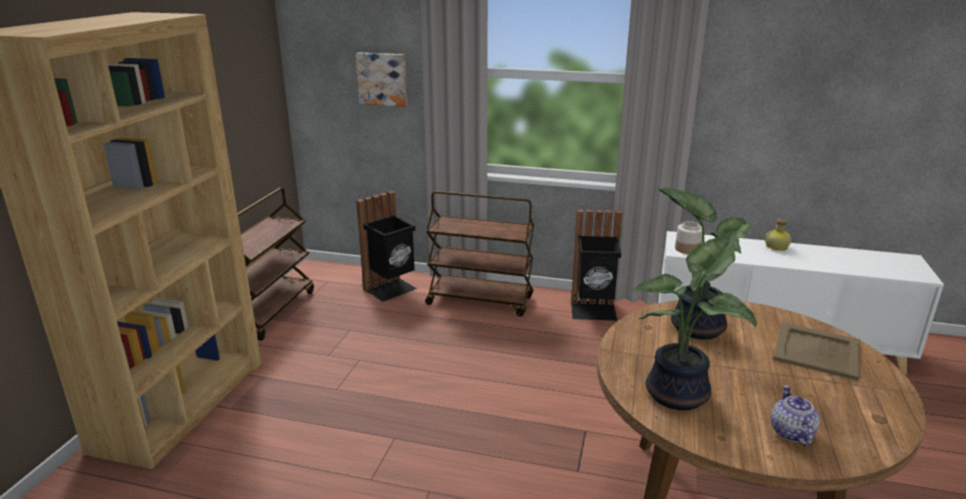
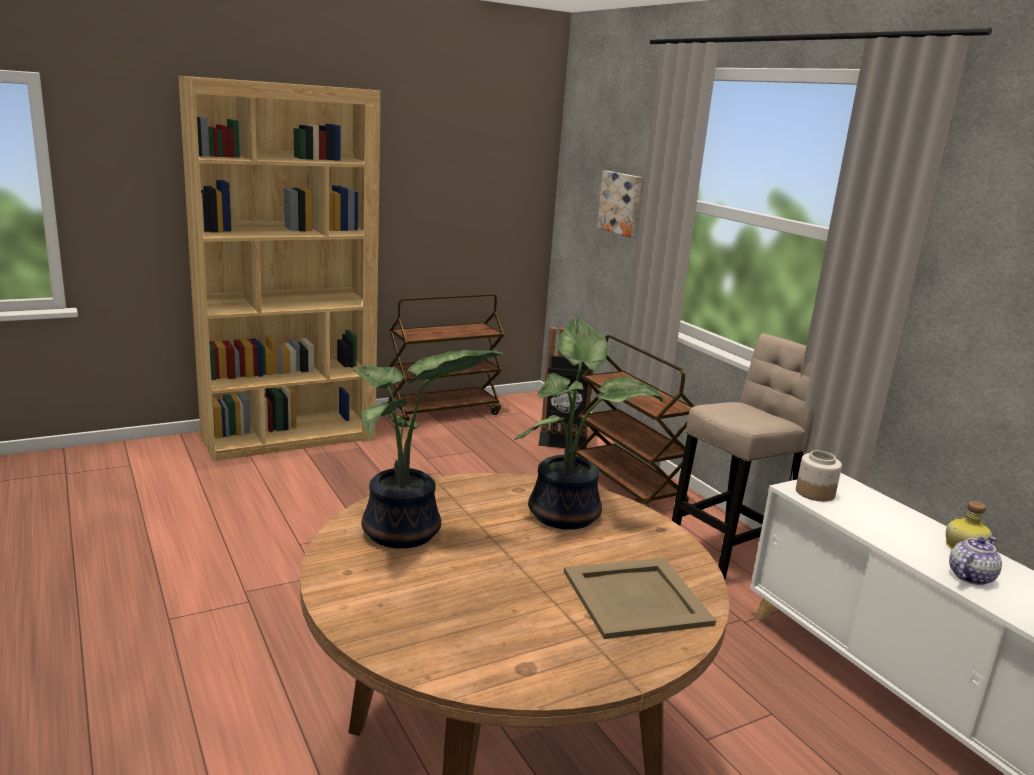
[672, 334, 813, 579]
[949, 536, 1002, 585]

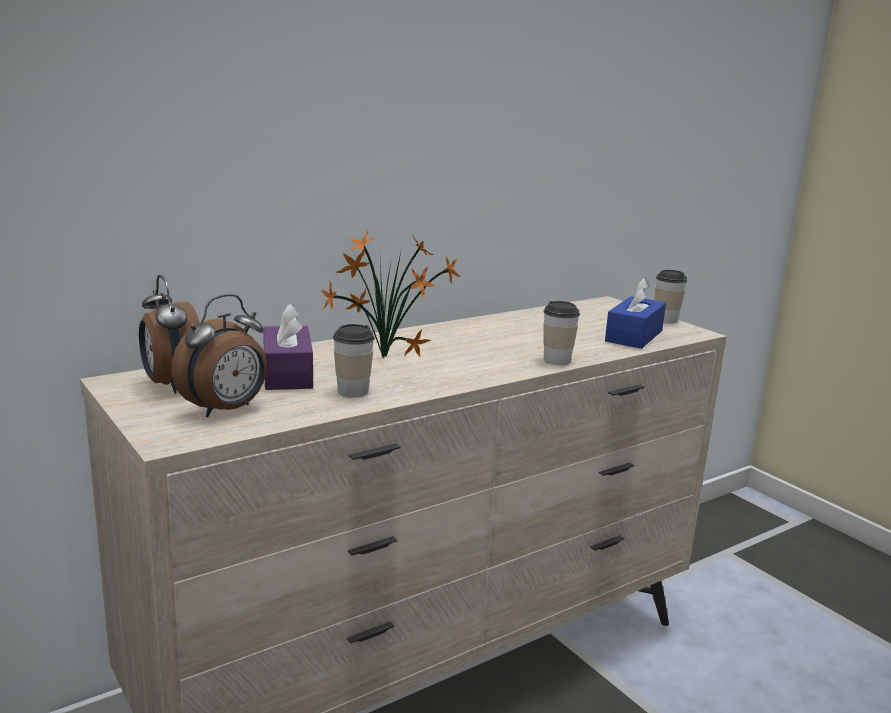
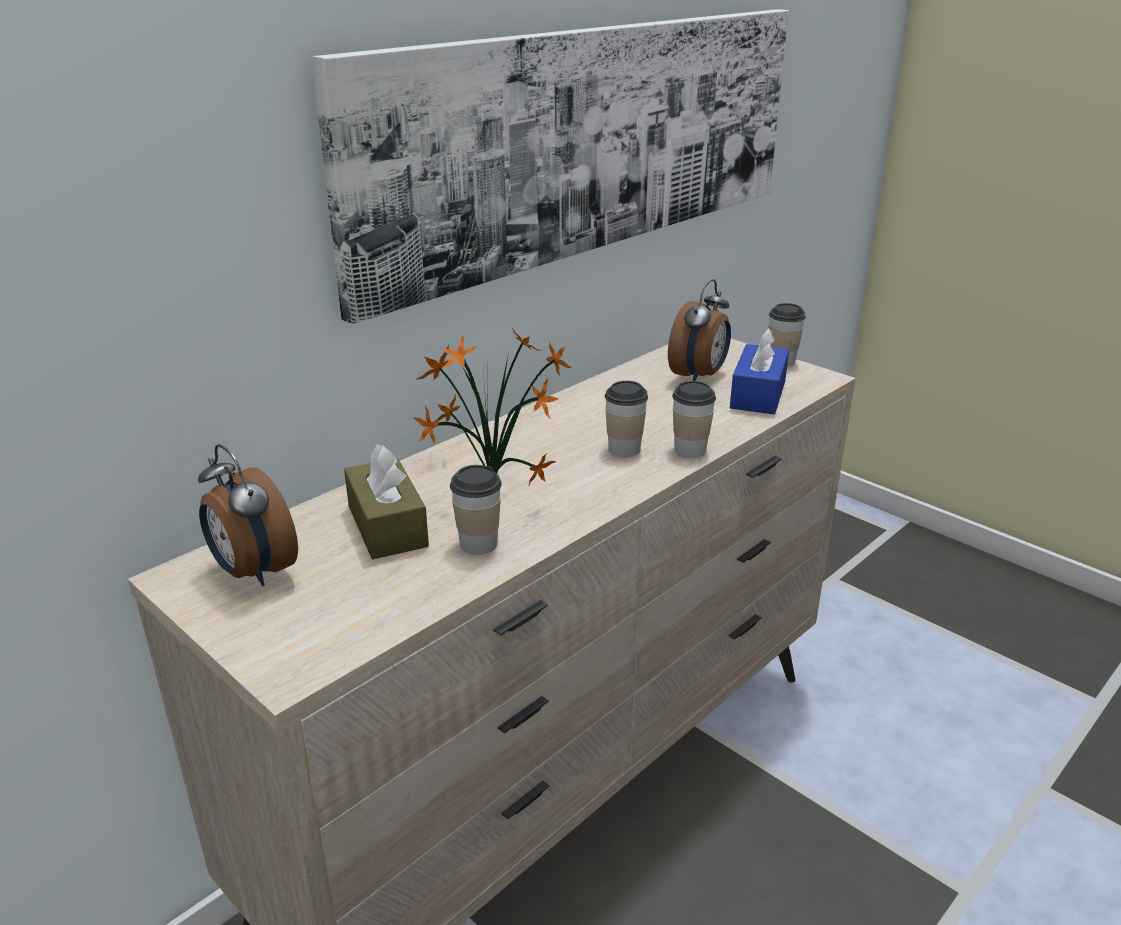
[668, 279, 731, 381]
[344, 444, 429, 559]
[311, 9, 789, 324]
[605, 381, 648, 457]

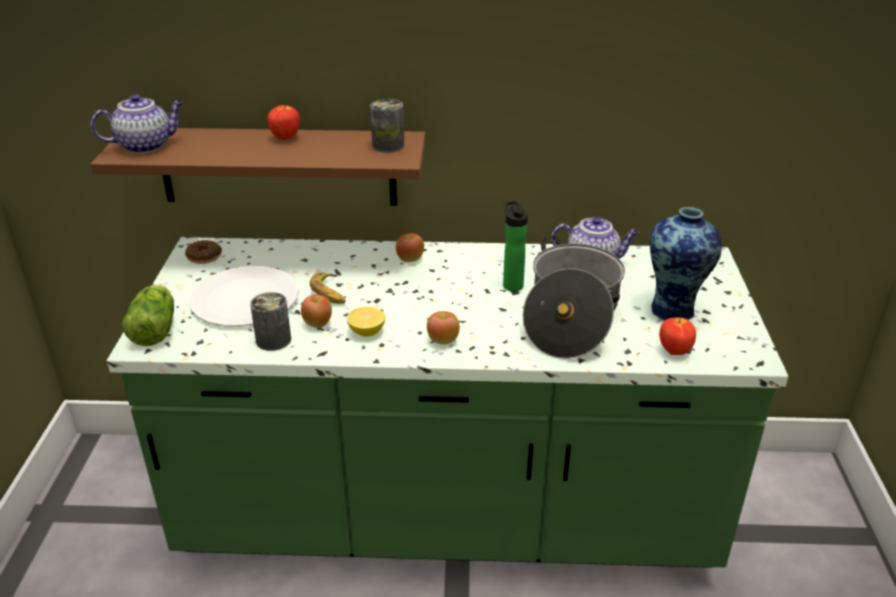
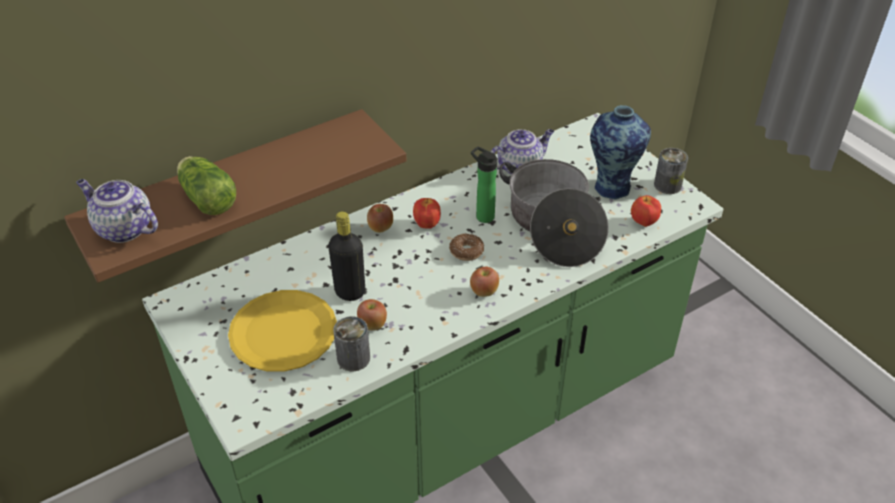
[76, 179, 158, 243]
[654, 148, 688, 194]
[413, 198, 441, 229]
[449, 233, 484, 261]
[228, 290, 337, 372]
[328, 211, 365, 301]
[177, 156, 236, 215]
[347, 307, 386, 337] (first image)

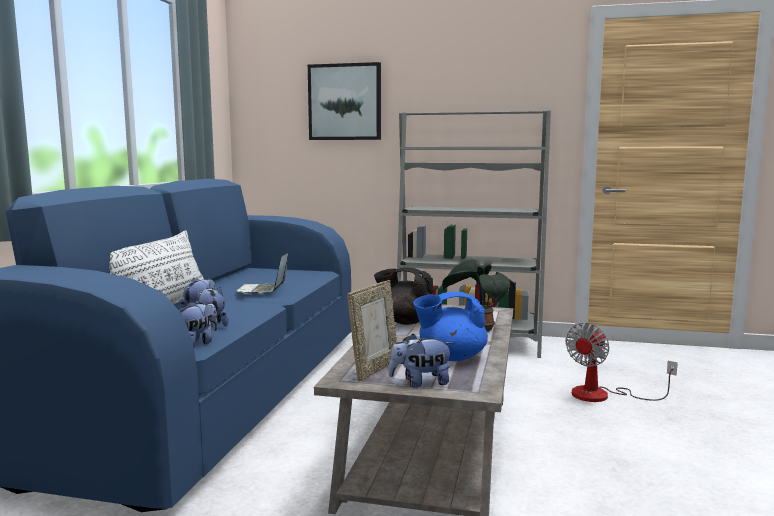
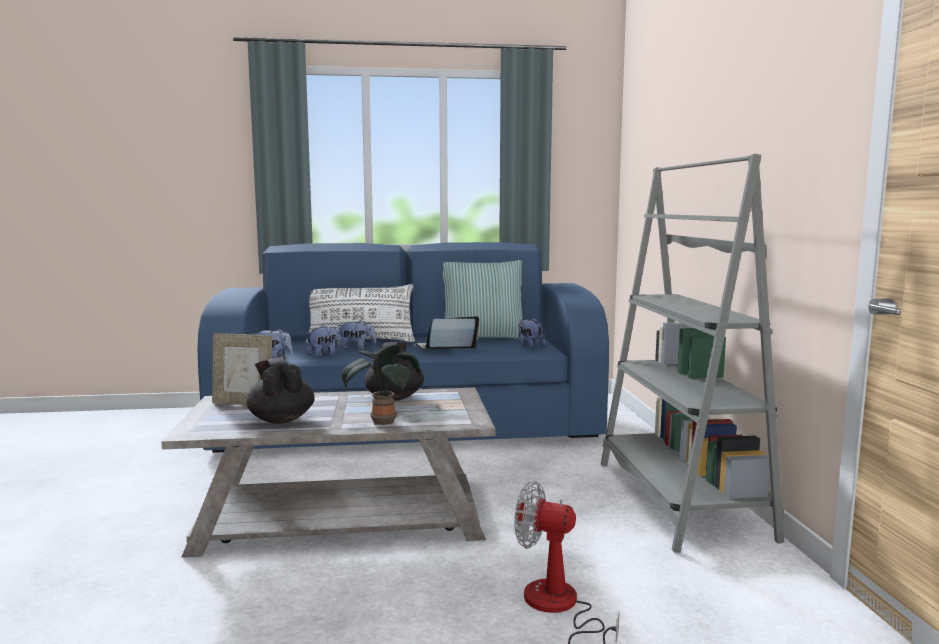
[308, 62, 381, 140] (first image)
[247, 357, 315, 424]
[518, 318, 546, 348]
[443, 260, 527, 340]

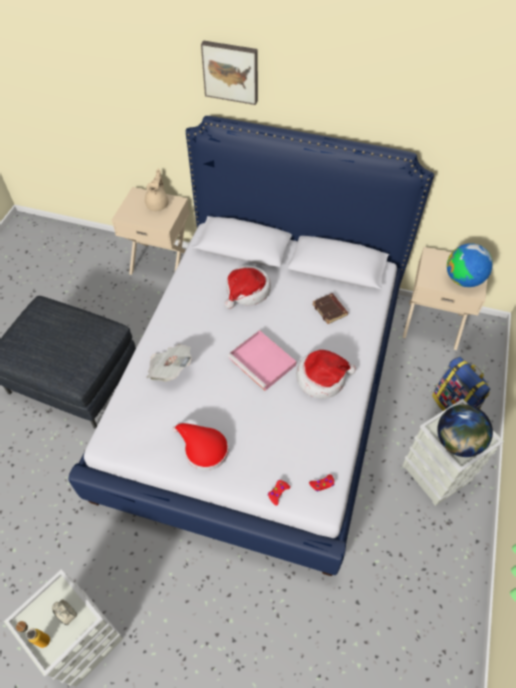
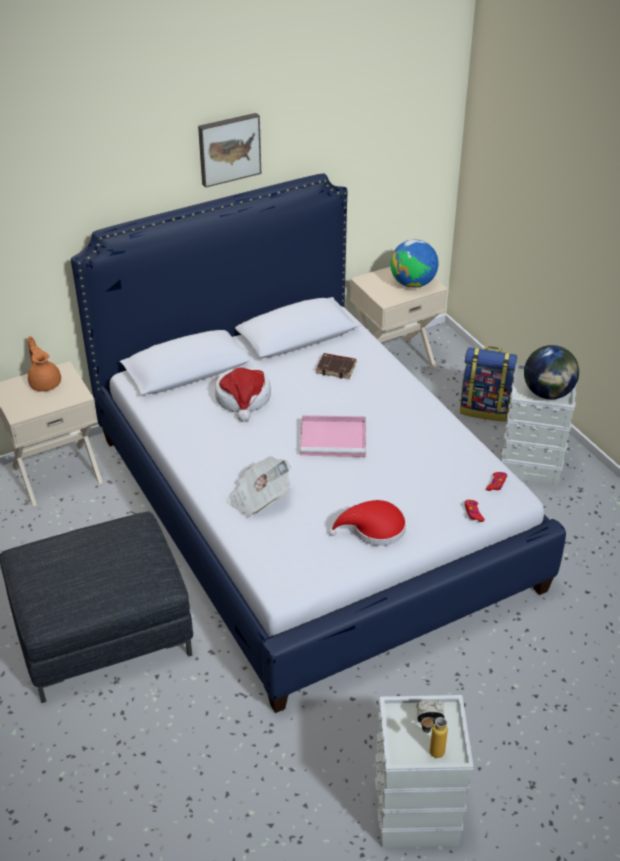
[198, 113, 261, 188]
[28, 336, 61, 392]
[296, 350, 356, 399] (first image)

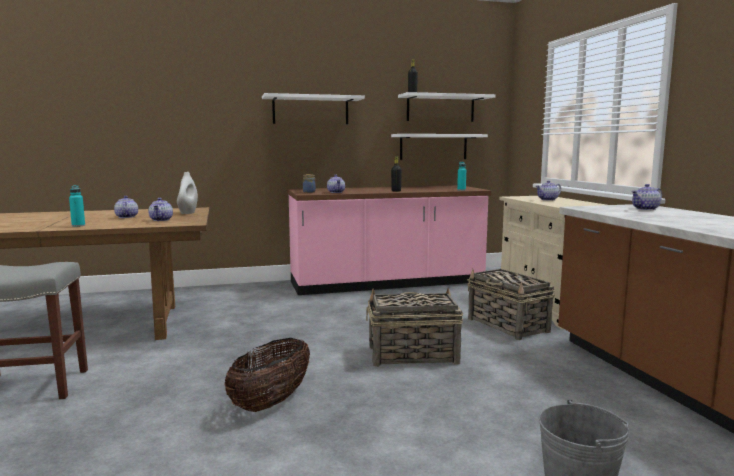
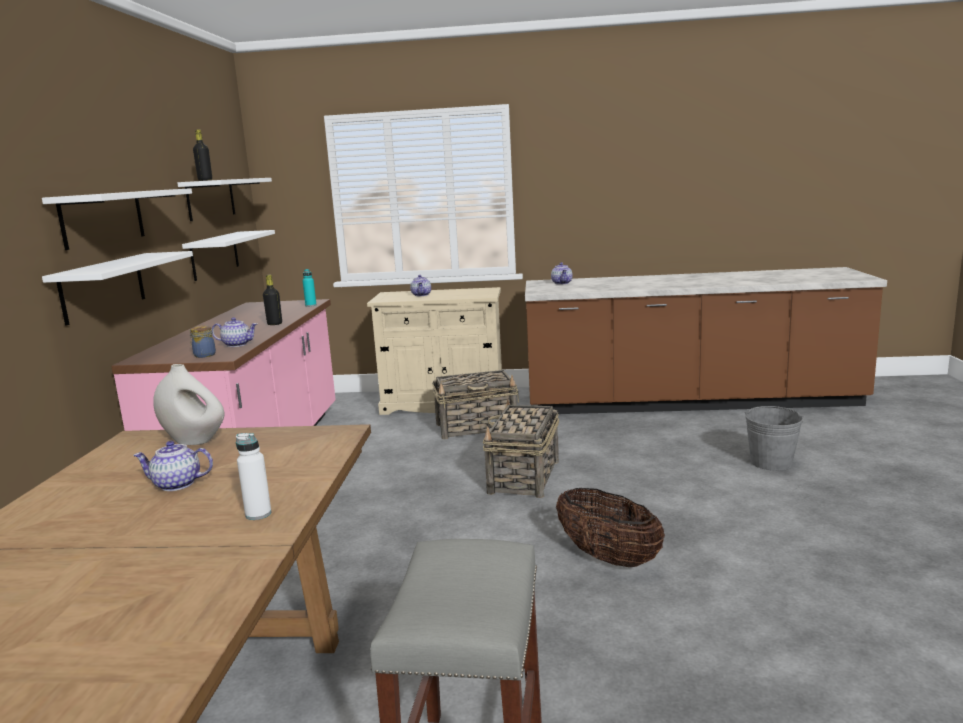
[236, 433, 272, 520]
[148, 198, 173, 221] (first image)
[42, 251, 193, 326]

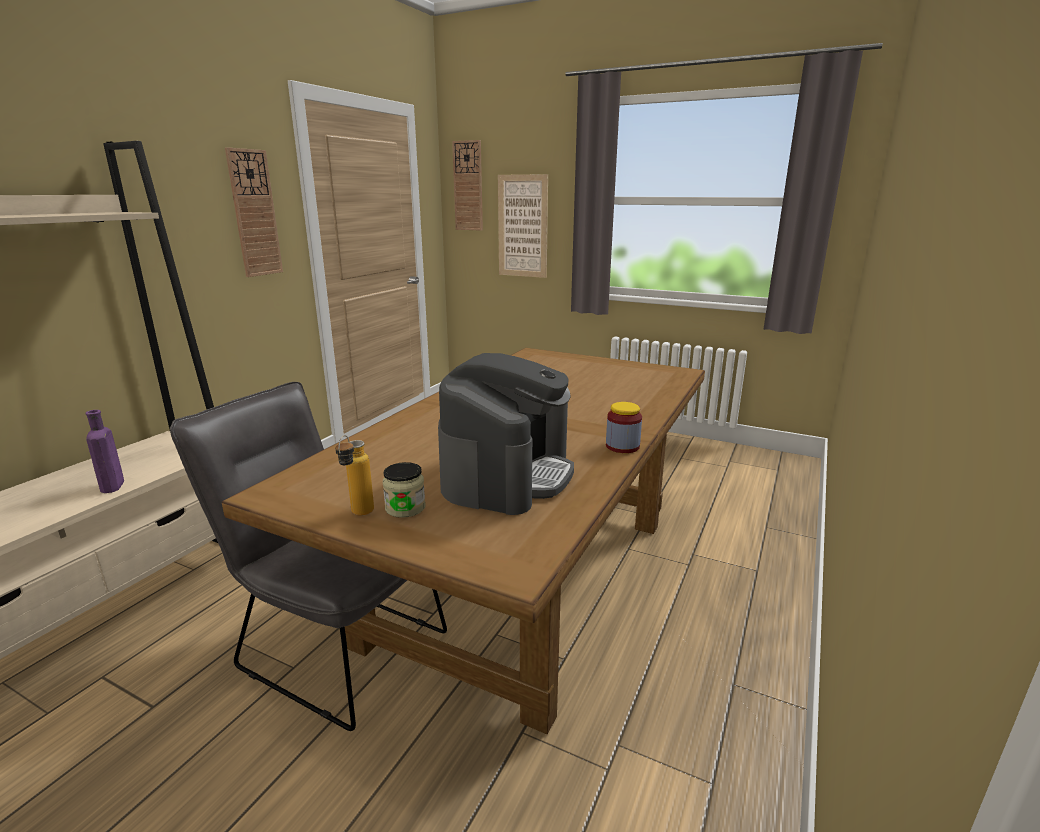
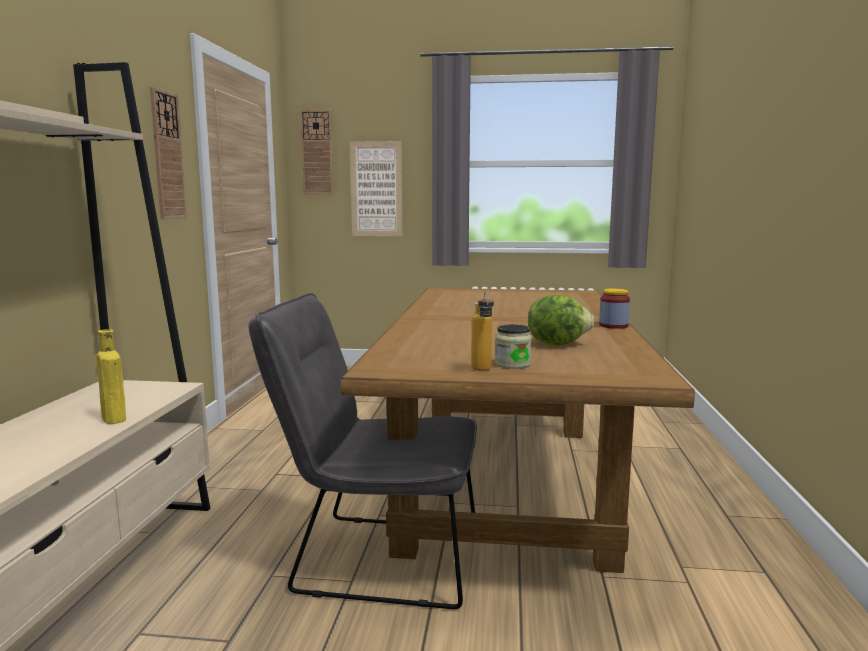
[528, 295, 594, 345]
[96, 329, 126, 424]

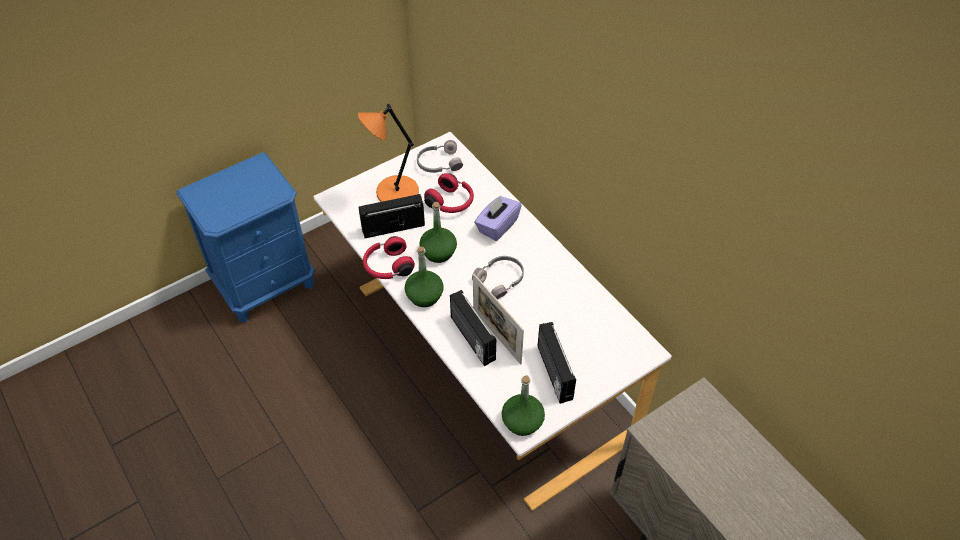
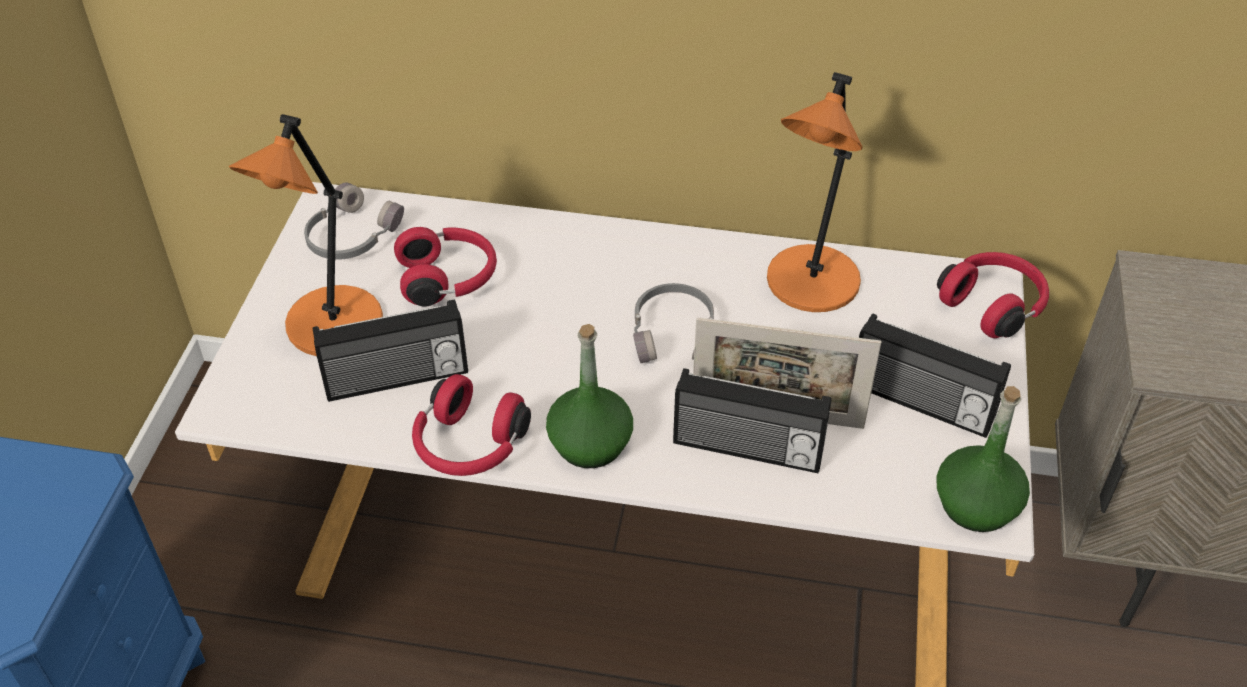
[312, 299, 468, 402]
[474, 195, 522, 241] (first image)
[419, 202, 457, 263] (first image)
[767, 72, 862, 312]
[937, 252, 1049, 338]

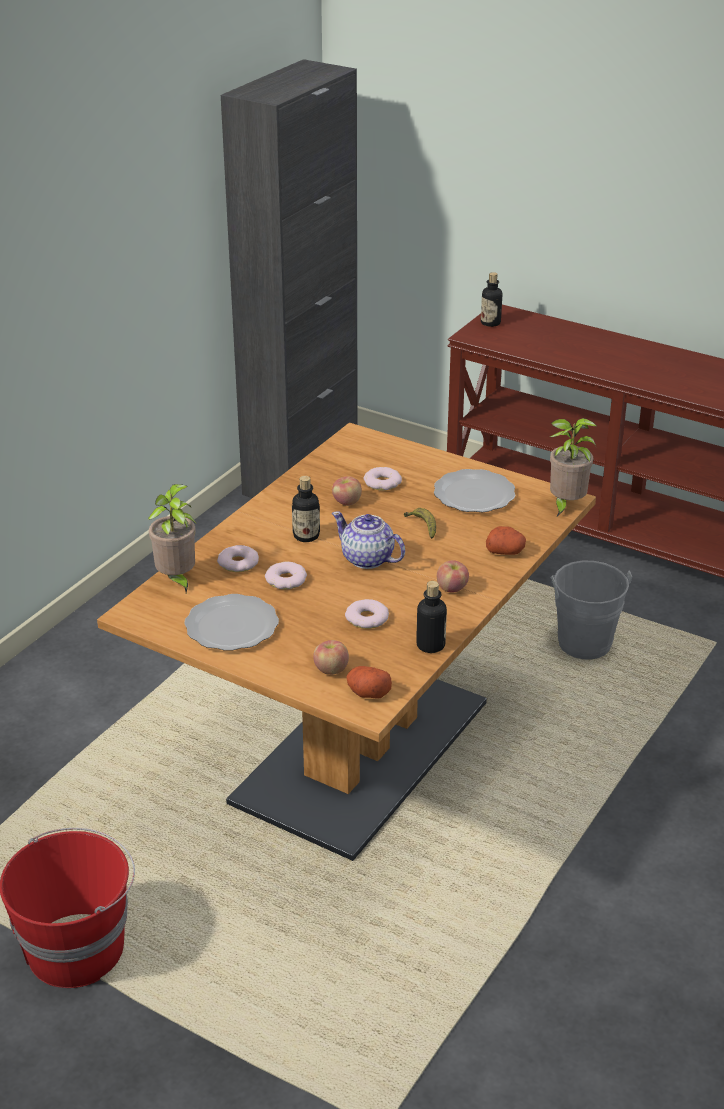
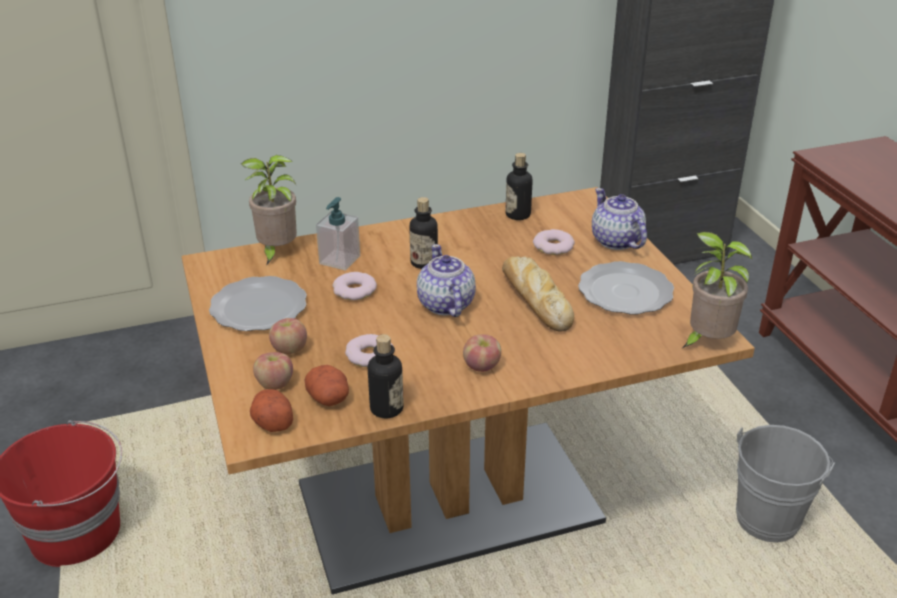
[506, 153, 533, 220]
[269, 318, 307, 354]
[502, 256, 574, 332]
[304, 365, 349, 406]
[316, 197, 360, 270]
[592, 188, 647, 250]

